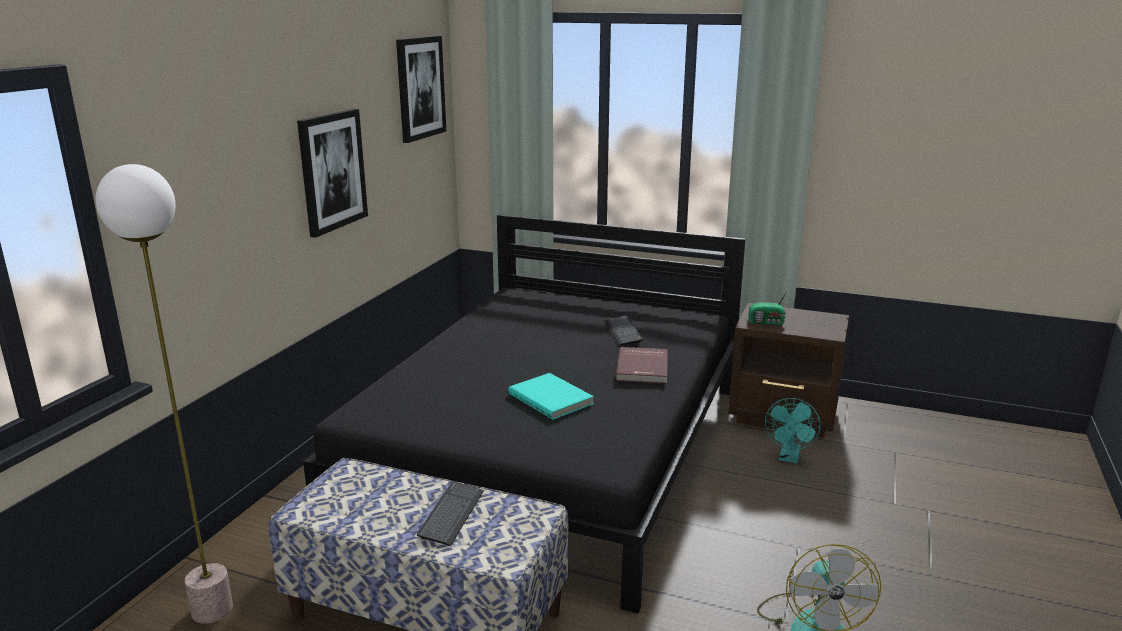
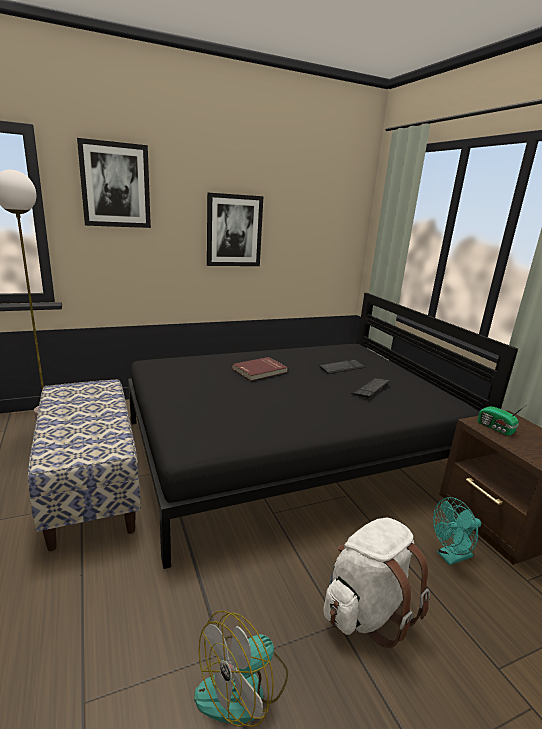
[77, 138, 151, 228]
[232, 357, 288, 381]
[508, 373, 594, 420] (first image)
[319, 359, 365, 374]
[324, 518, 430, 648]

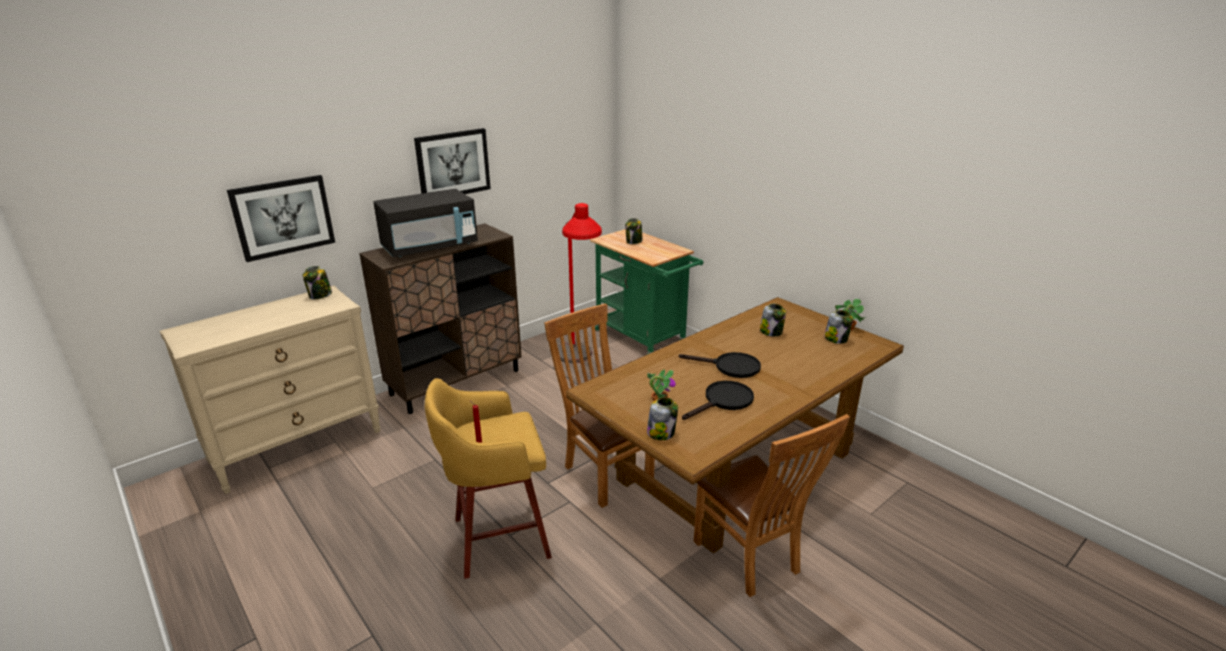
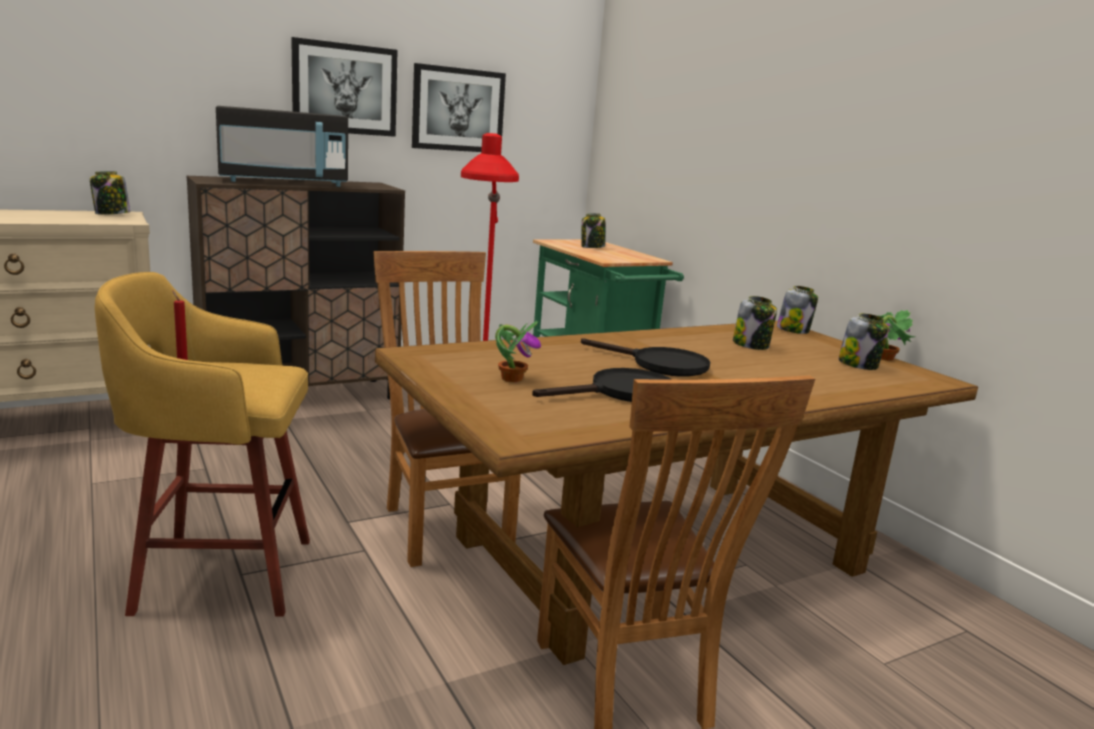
[412, 63, 506, 152]
[777, 286, 818, 334]

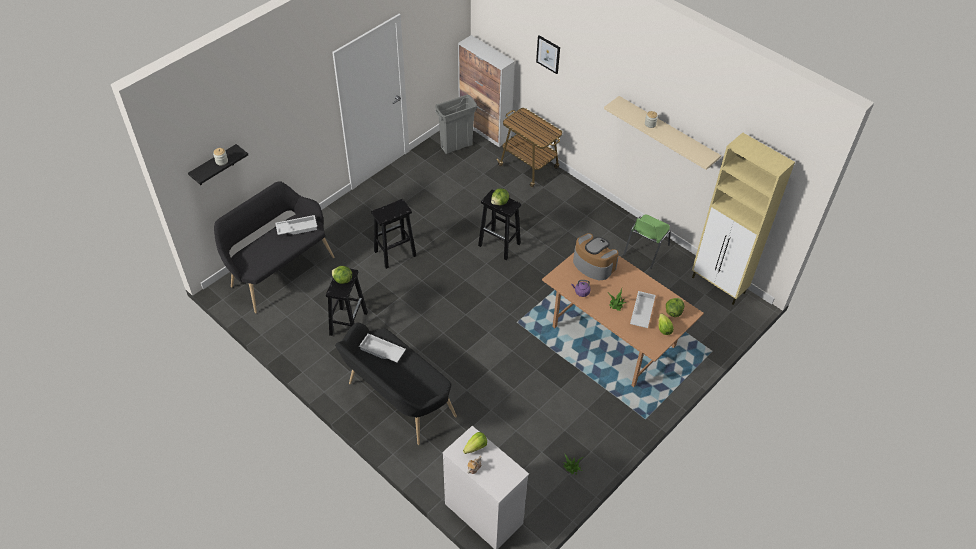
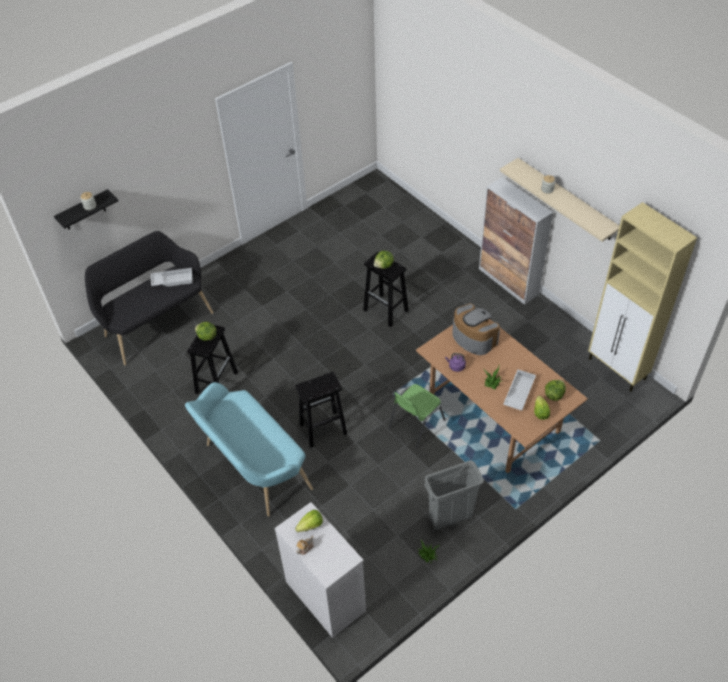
[479, 177, 553, 305]
[536, 35, 560, 74] (first image)
[424, 460, 484, 530]
[497, 108, 562, 187] (first image)
[295, 371, 347, 448]
[388, 384, 446, 448]
[185, 382, 313, 517]
[359, 333, 406, 362] (first image)

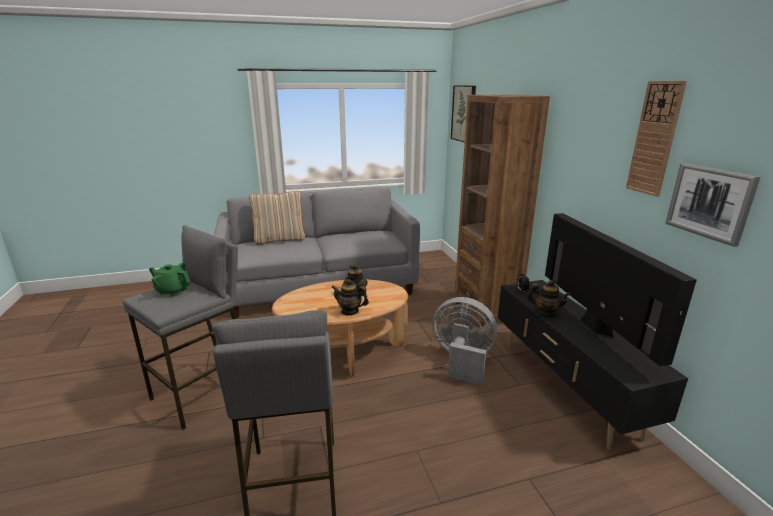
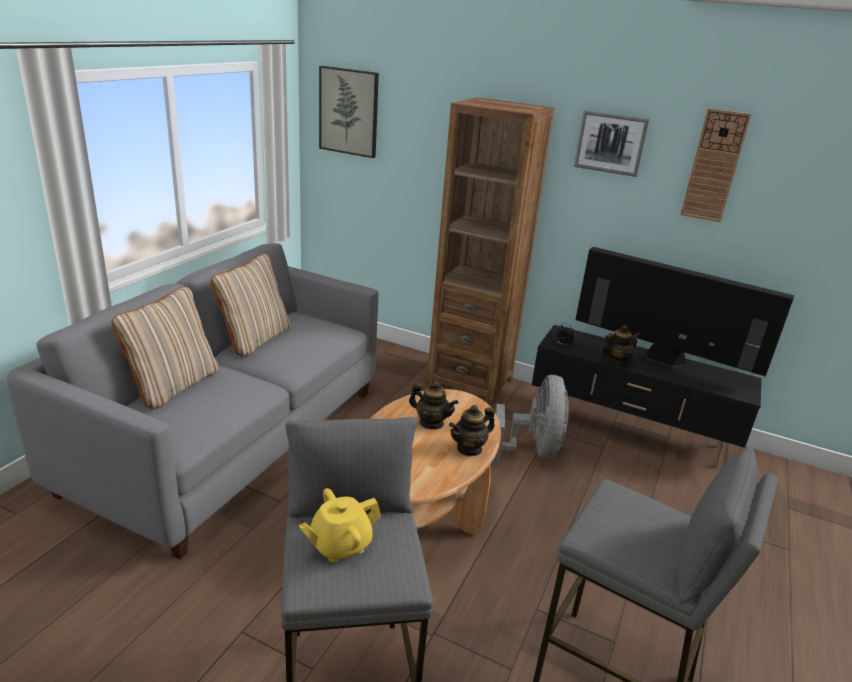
[574, 110, 650, 177]
[299, 488, 381, 563]
[491, 375, 569, 464]
[211, 253, 291, 357]

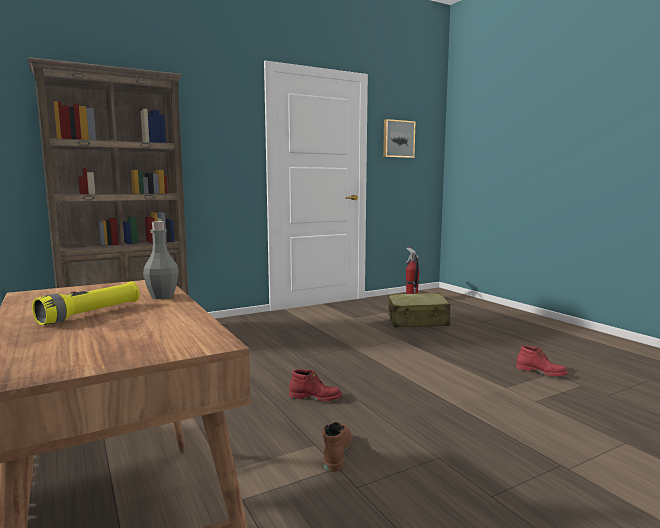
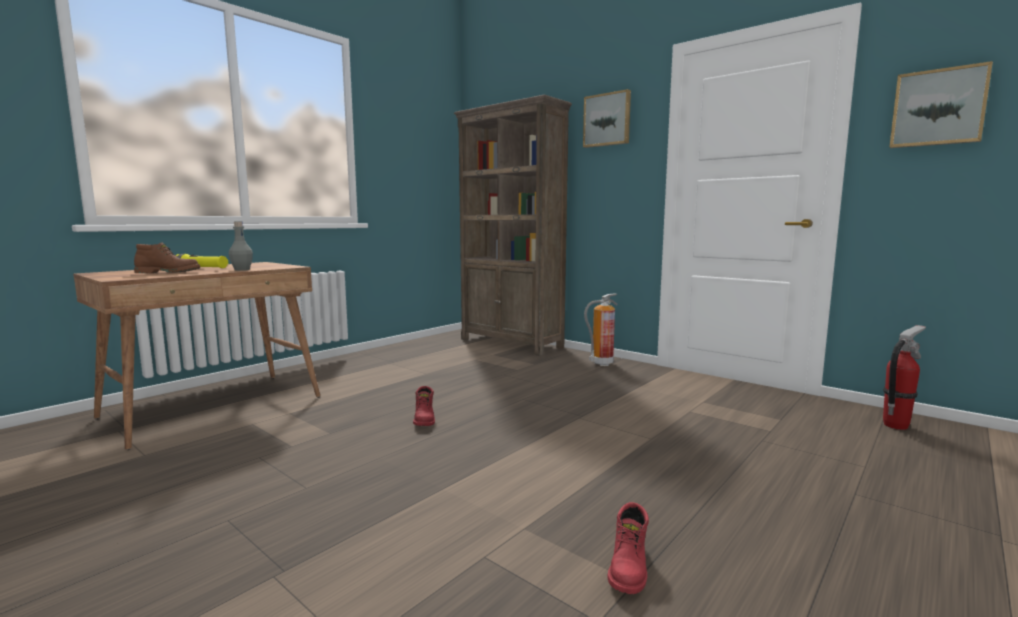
[388, 293, 451, 328] (first image)
[134, 243, 200, 273]
[583, 89, 631, 148]
[584, 294, 618, 366]

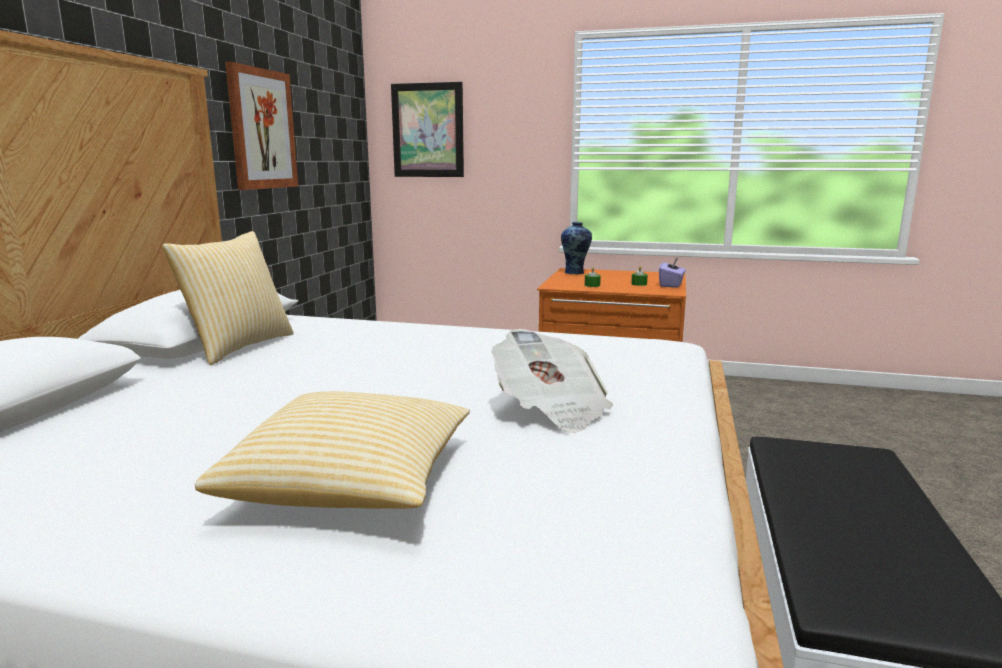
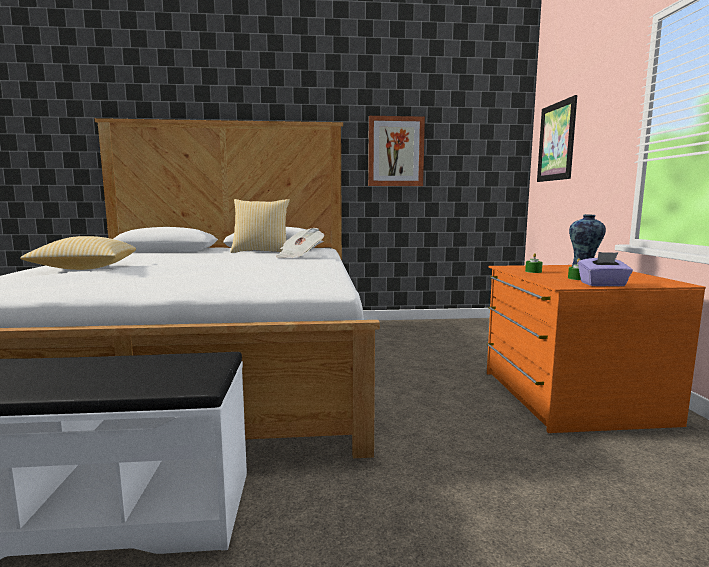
[276, 228, 324, 258]

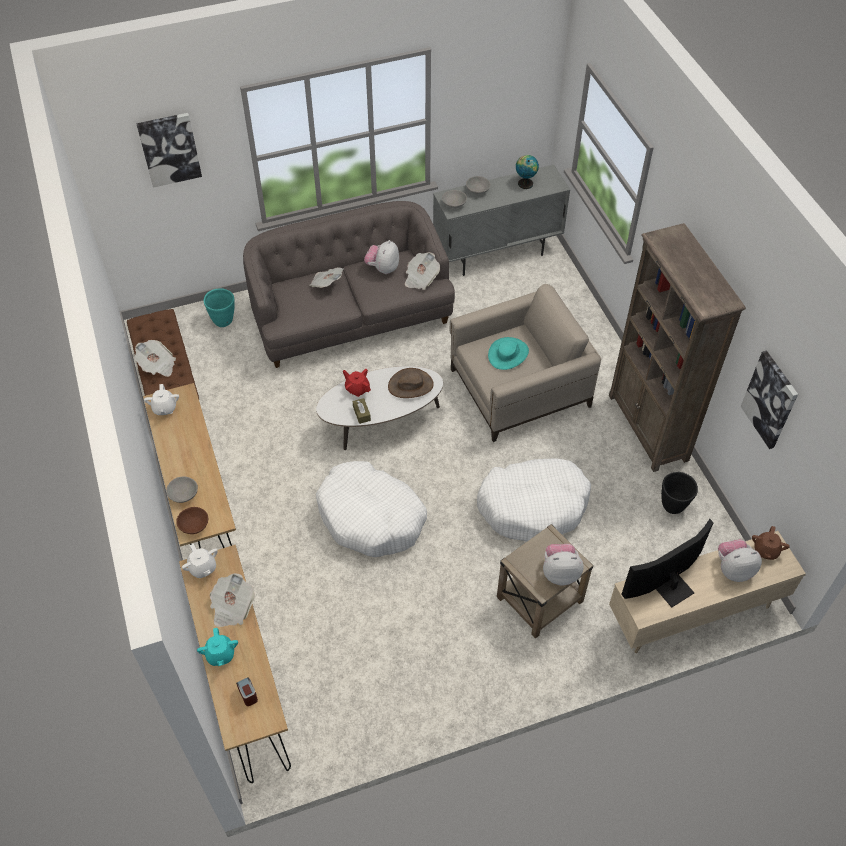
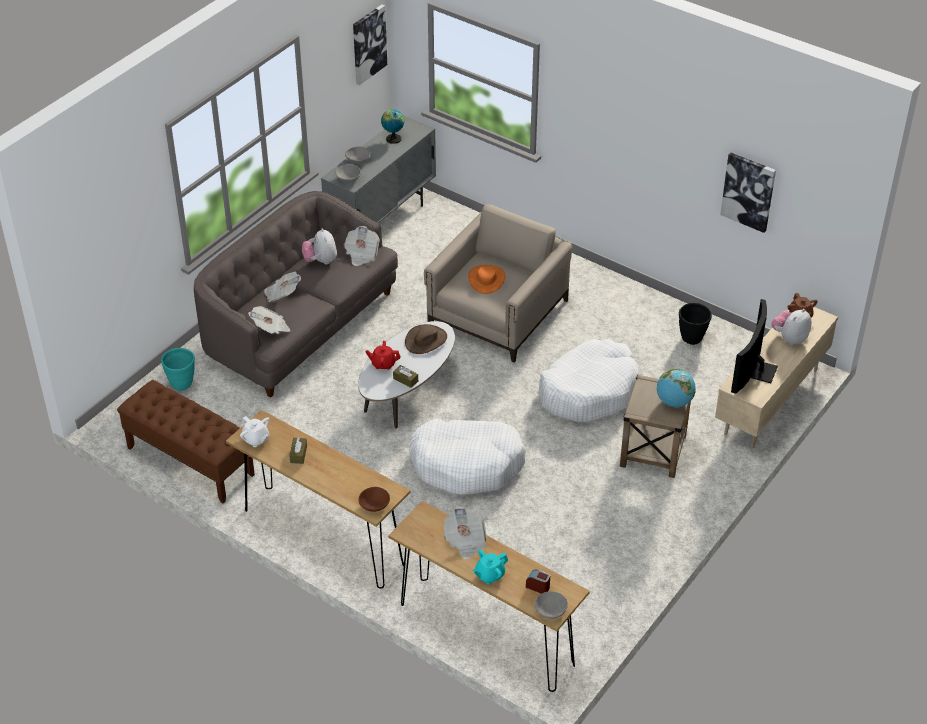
[353, 4, 387, 85]
[609, 223, 746, 472] (first image)
[468, 265, 505, 294]
[248, 306, 291, 334]
[534, 591, 568, 619]
[182, 544, 218, 578] (first image)
[657, 369, 696, 407]
[473, 549, 508, 584]
[289, 437, 307, 464]

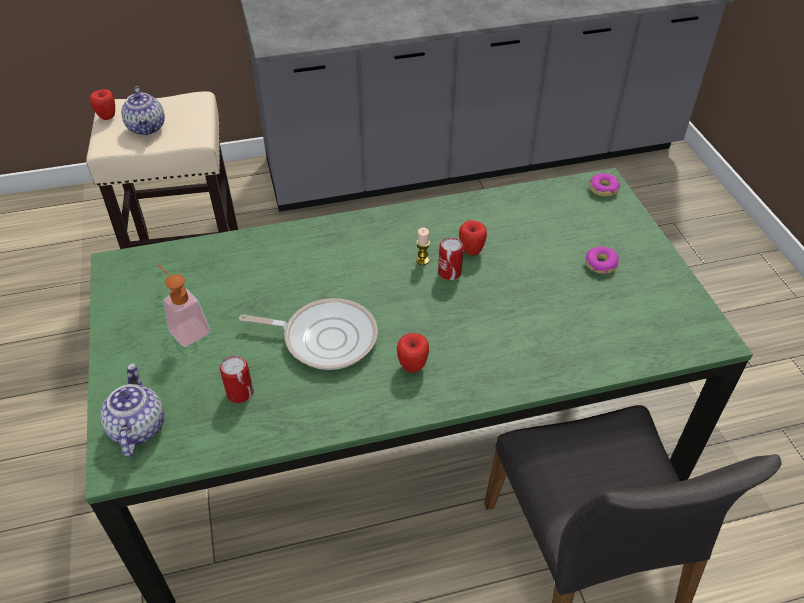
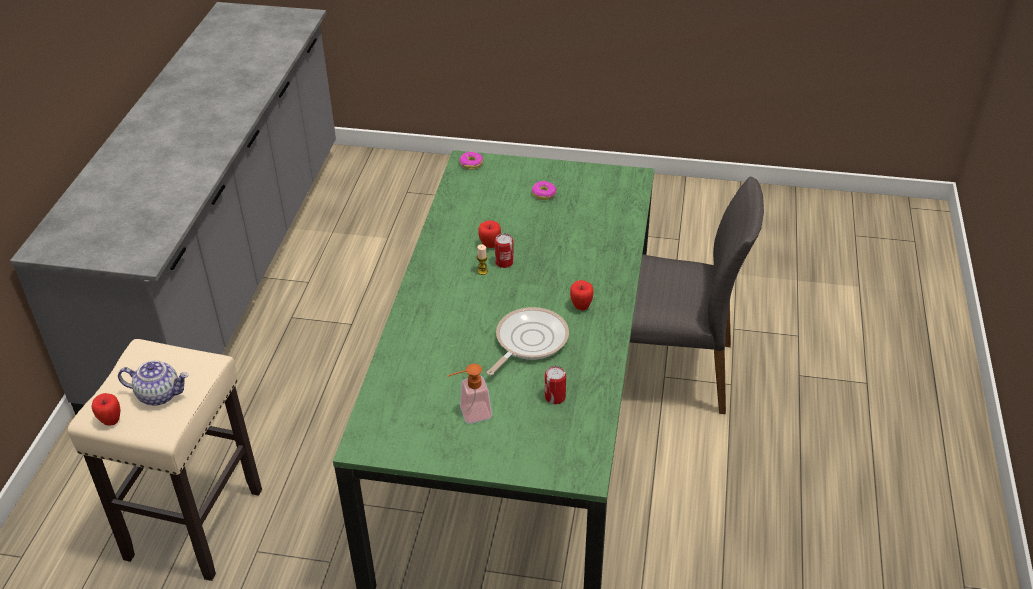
[100, 363, 164, 457] (first image)

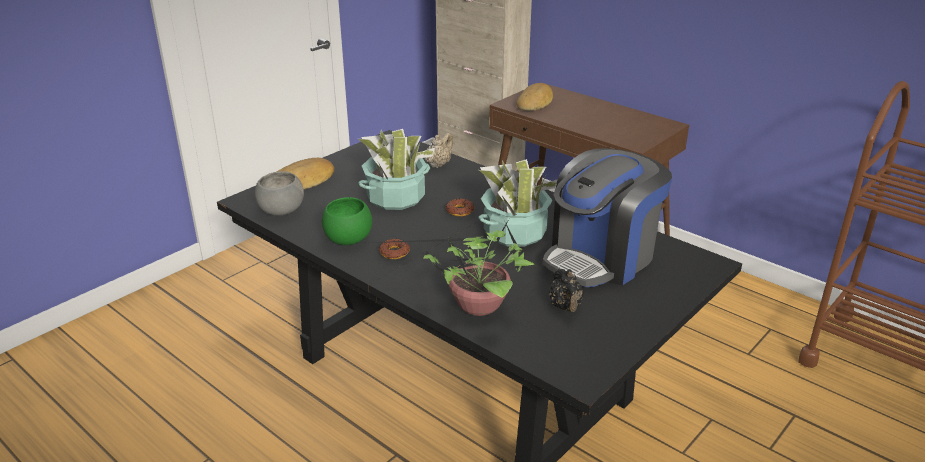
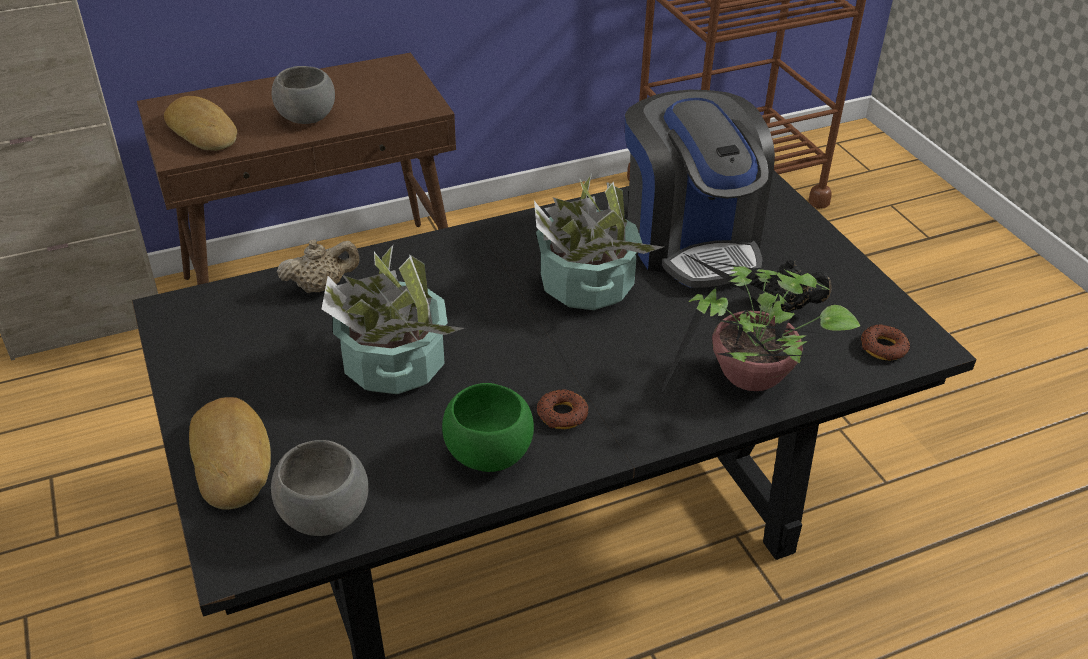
[277, 239, 360, 293]
[861, 324, 910, 360]
[272, 66, 335, 124]

